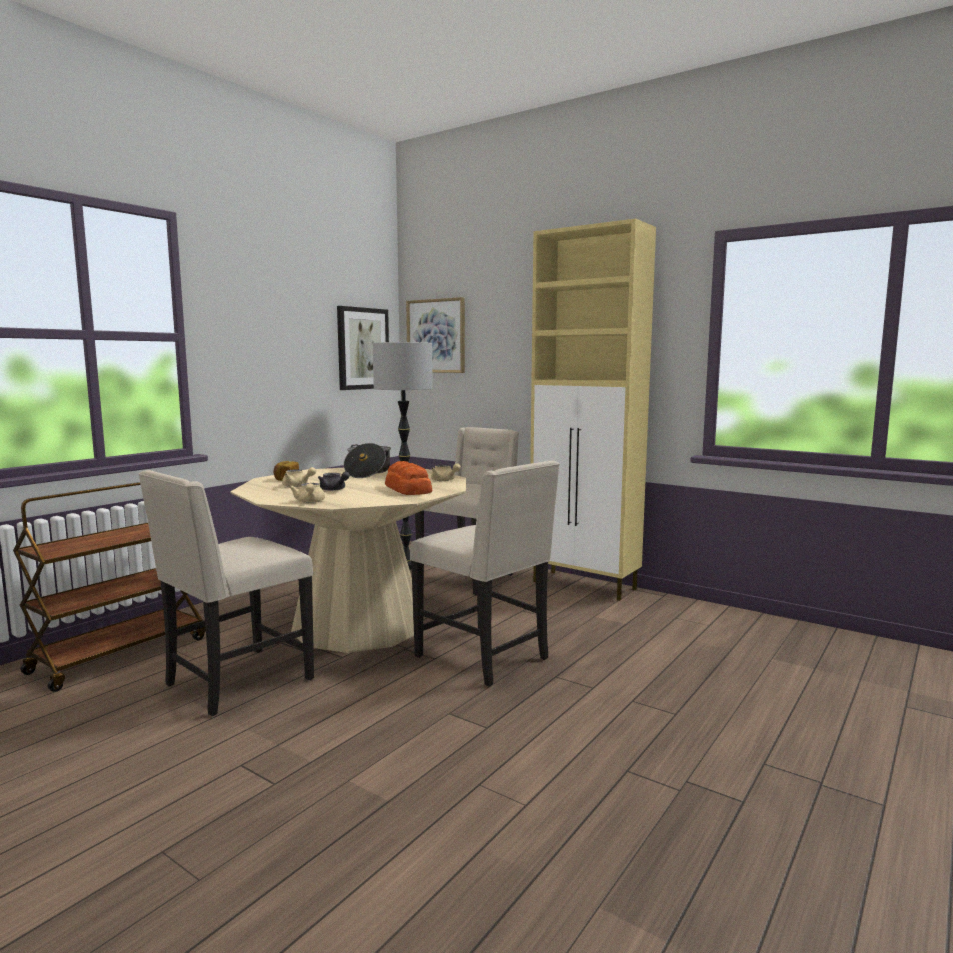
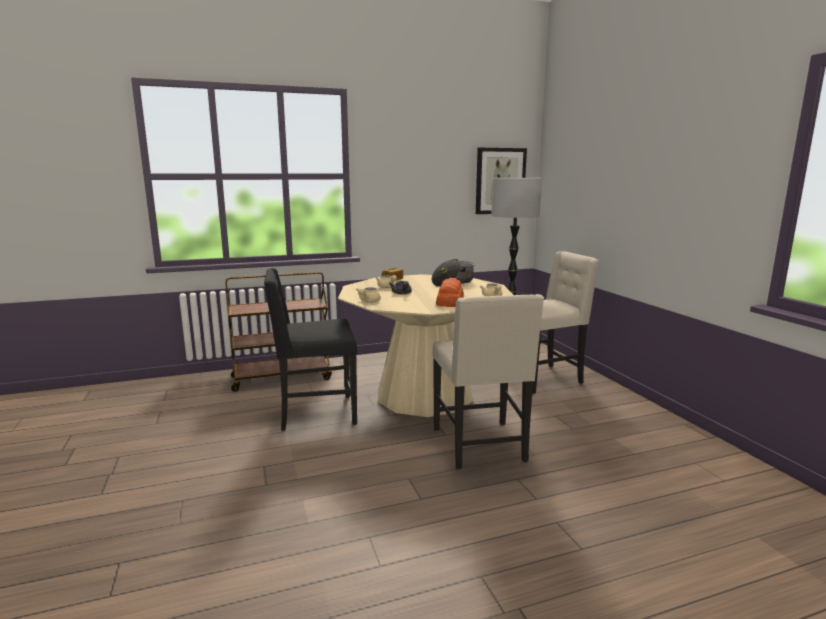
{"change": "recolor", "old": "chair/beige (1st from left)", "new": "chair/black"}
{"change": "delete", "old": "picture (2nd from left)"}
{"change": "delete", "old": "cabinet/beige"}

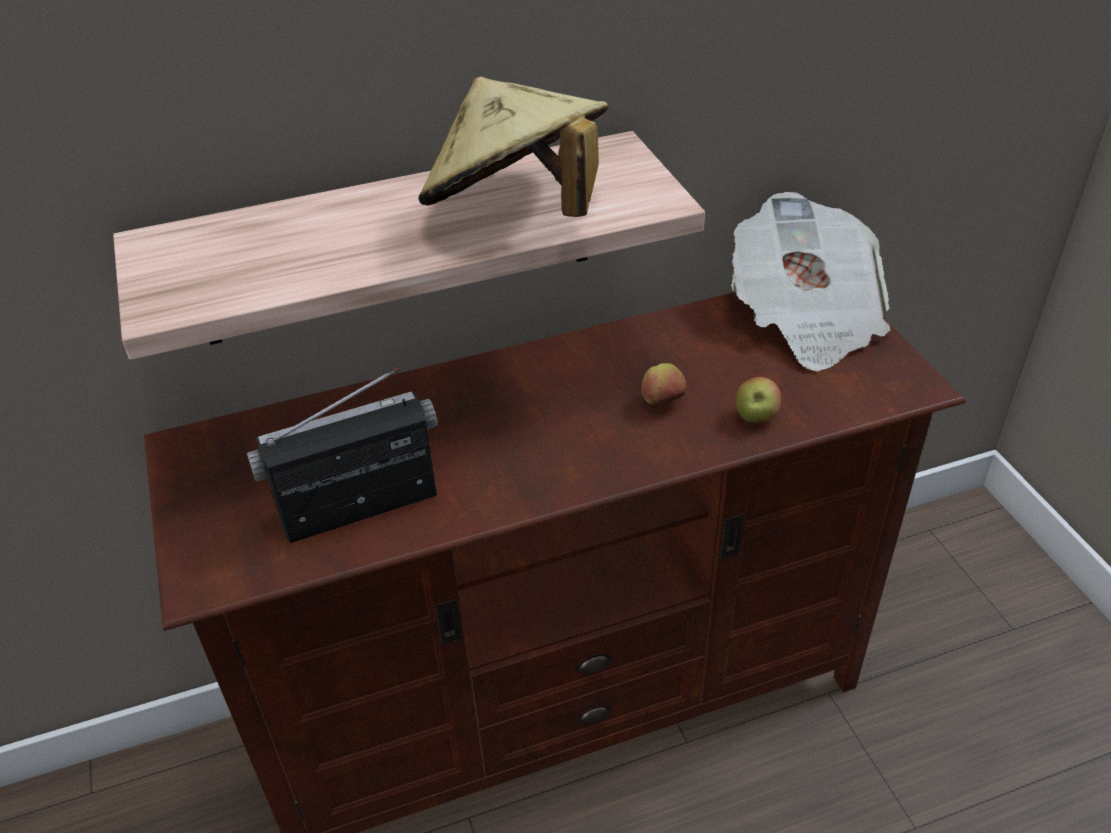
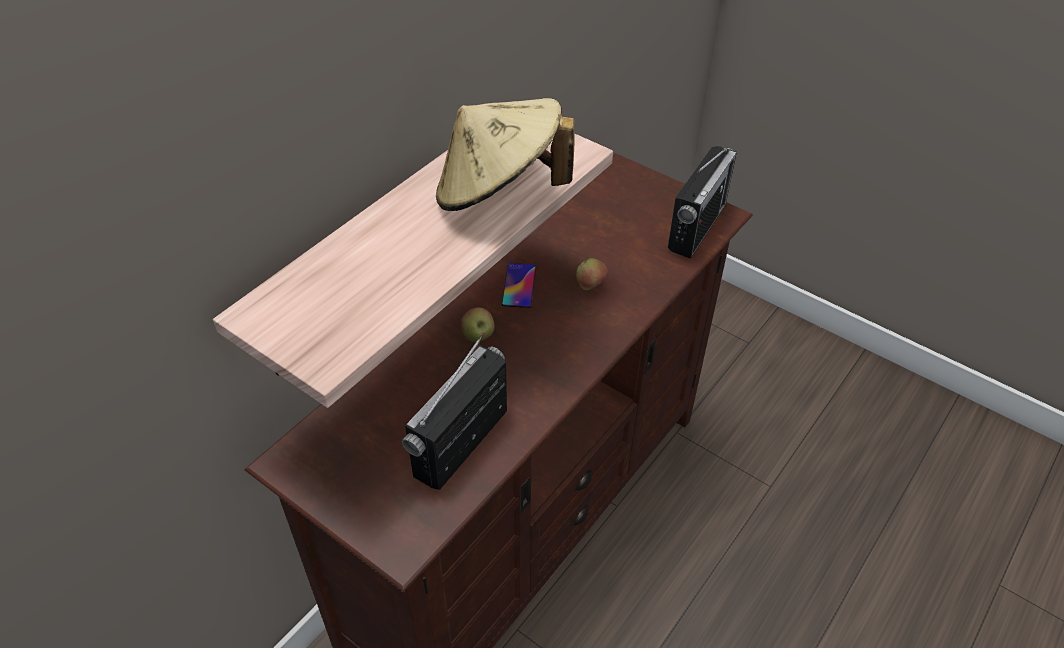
{"change": "delete", "old": "newspaper"}
{"change": "move", "old": "apple (2nd from left in the first image)", "new": "apple (1st from left)"}
{"change": "insert", "new": "phone"}
{"change": "insert", "new": "radio (2nd from left)"}

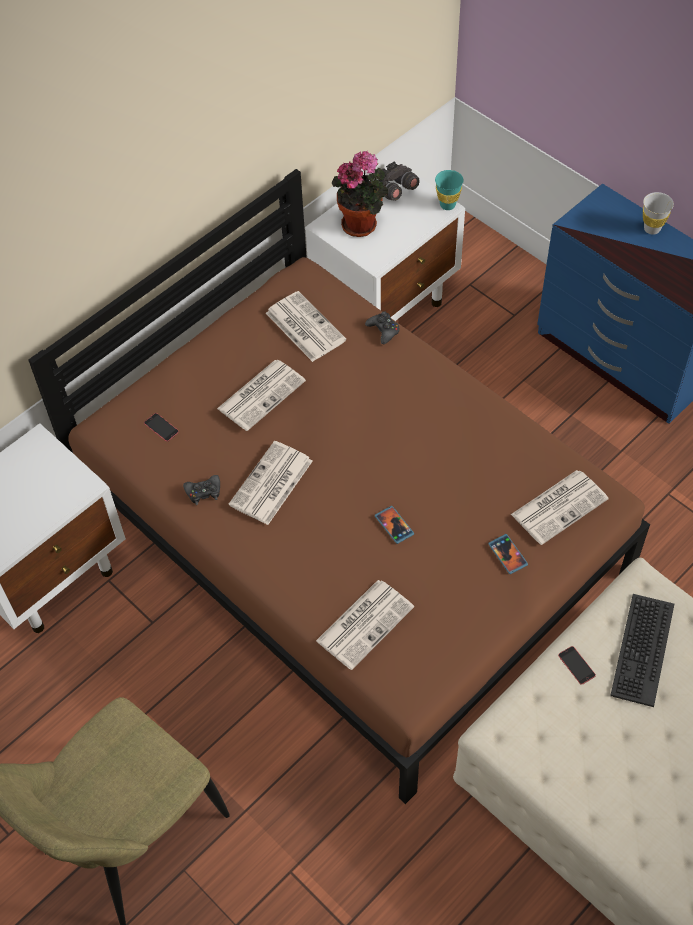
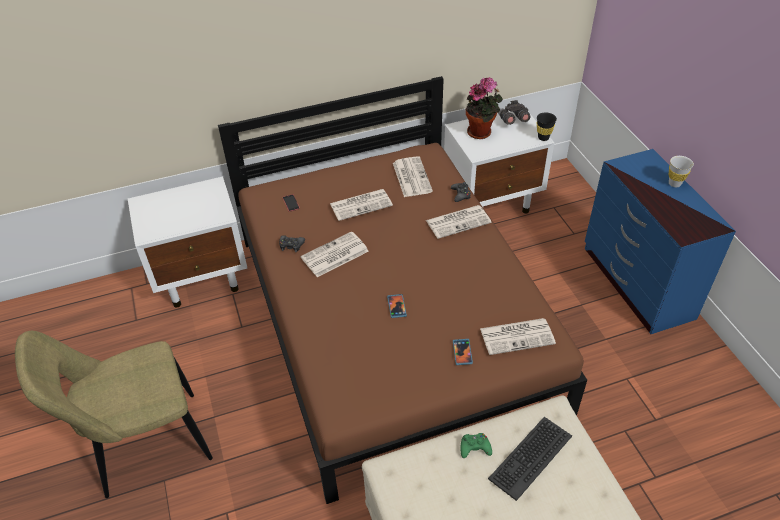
{"change": "move", "old": "newspaper (4th from left)"}
{"change": "recolor", "old": "cup/turquoise", "new": "cup/black"}
{"change": "replace", "old": "phone (4th from left)", "new": "game controller/green"}

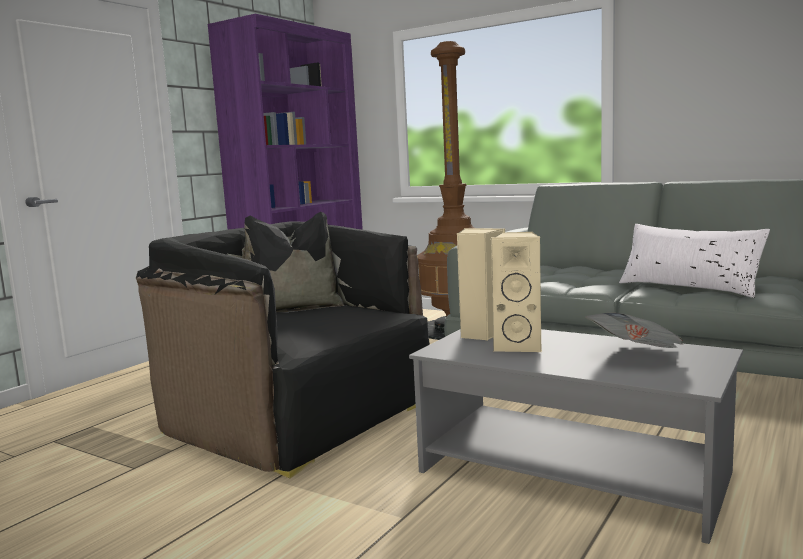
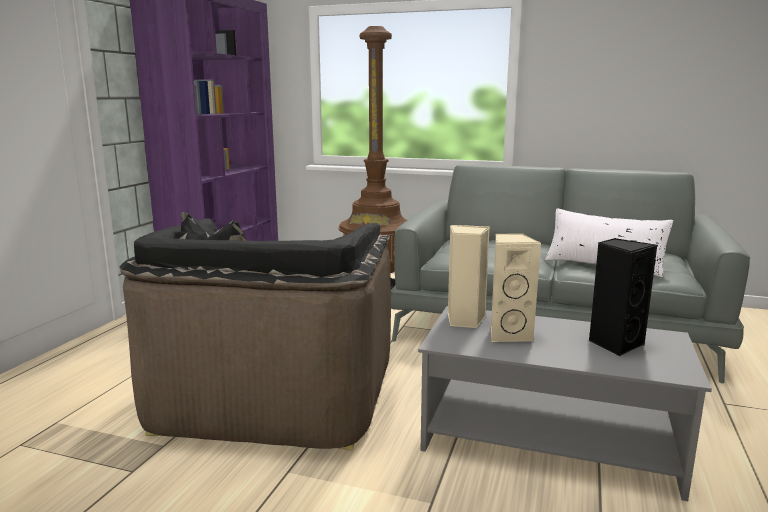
{"change": "rotate", "old": "armchair/black", "degrees": -105}
{"change": "replace", "old": "newspaper", "new": "speaker/black"}

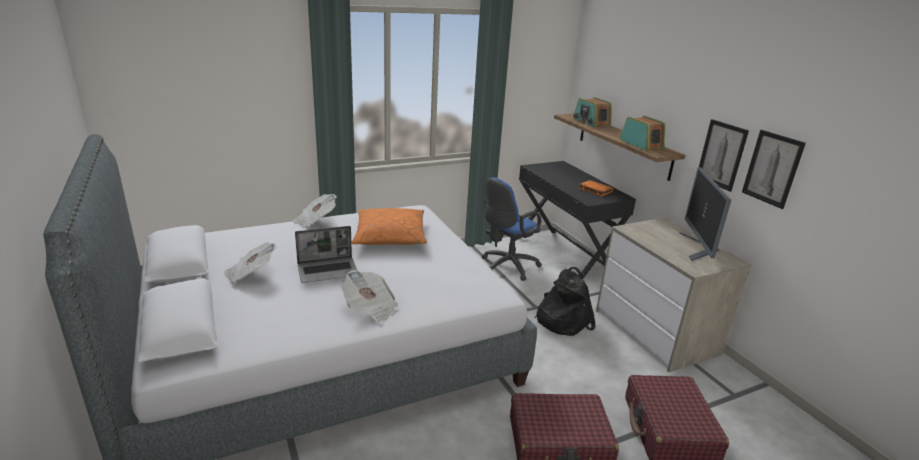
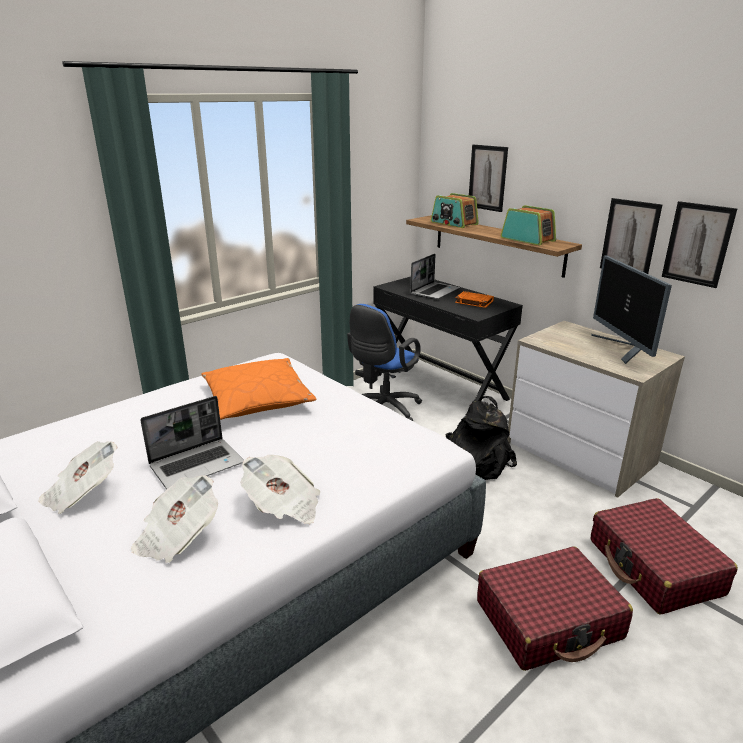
{"change": "move", "old": "newspaper (2nd from left)"}
{"change": "insert", "new": "laptop (2nd from left)"}
{"change": "insert", "new": "picture (1st from left)"}

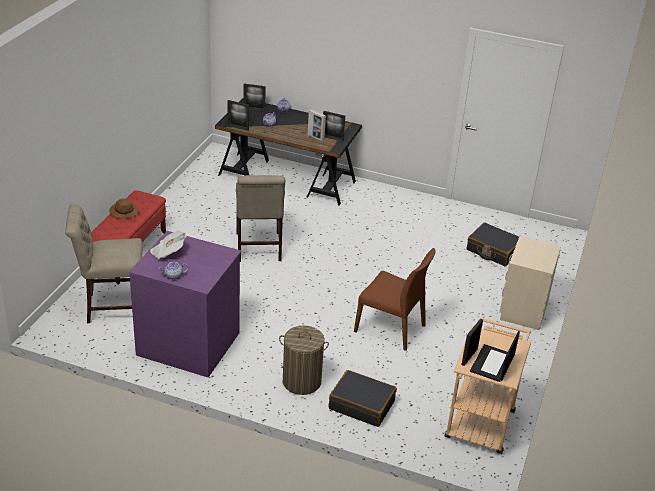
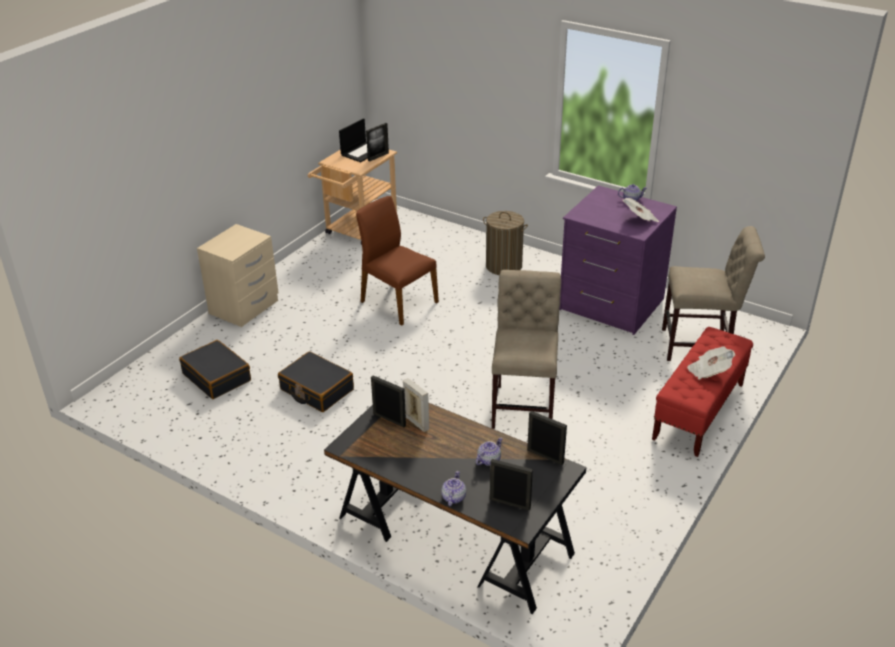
{"change": "replace", "old": "hat/brown", "new": "newspaper (2nd from left)"}
{"change": "move", "old": "suitcase/black (1st from left in the first image)", "new": "suitcase/black (2nd from left)"}

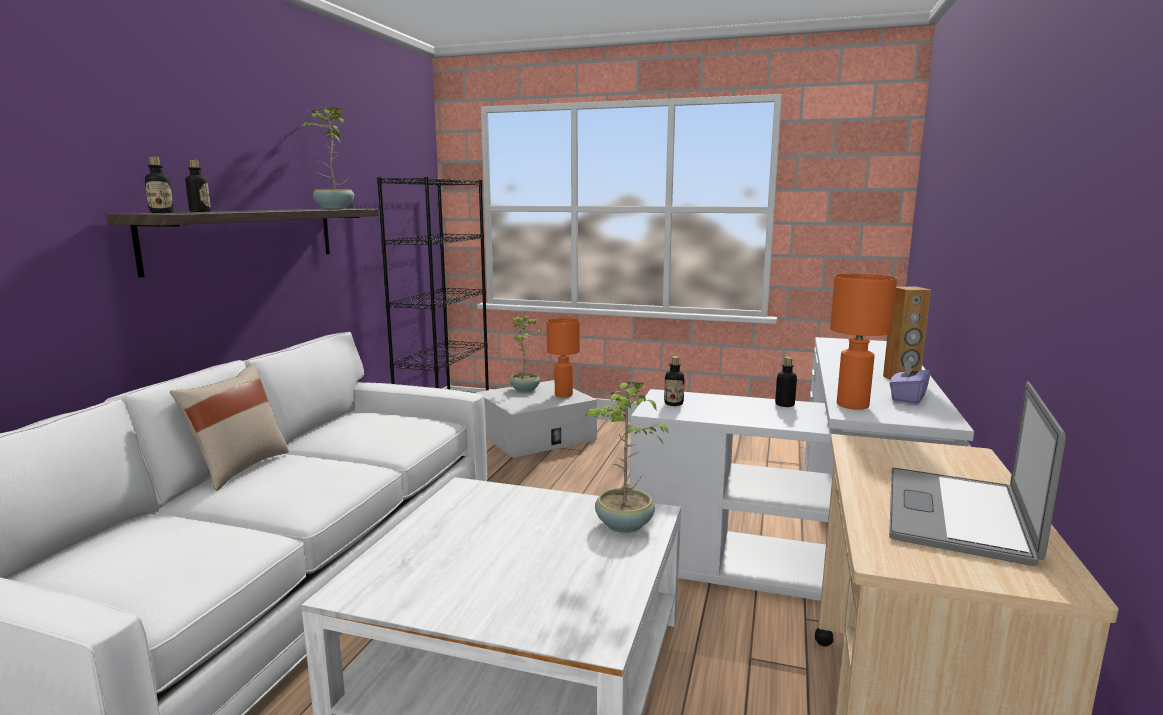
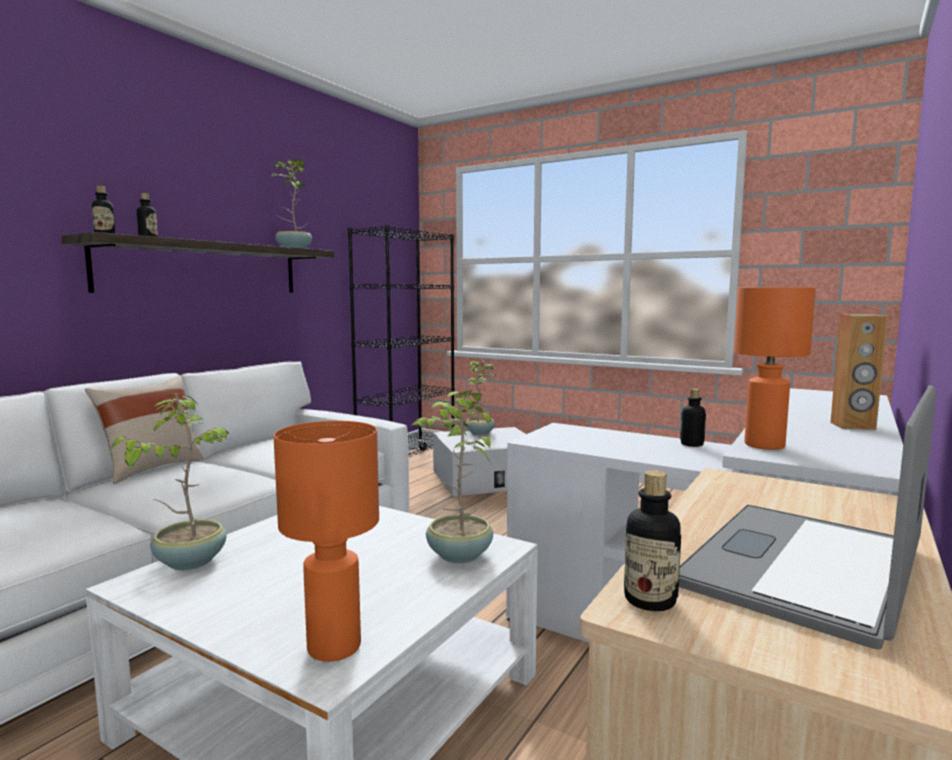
{"change": "move", "old": "table lamp/orange (1st from left)"}
{"change": "move", "old": "bottle (3rd from left)"}
{"change": "delete", "old": "tissue box/purple"}
{"change": "insert", "new": "potted plant (1st from left)"}

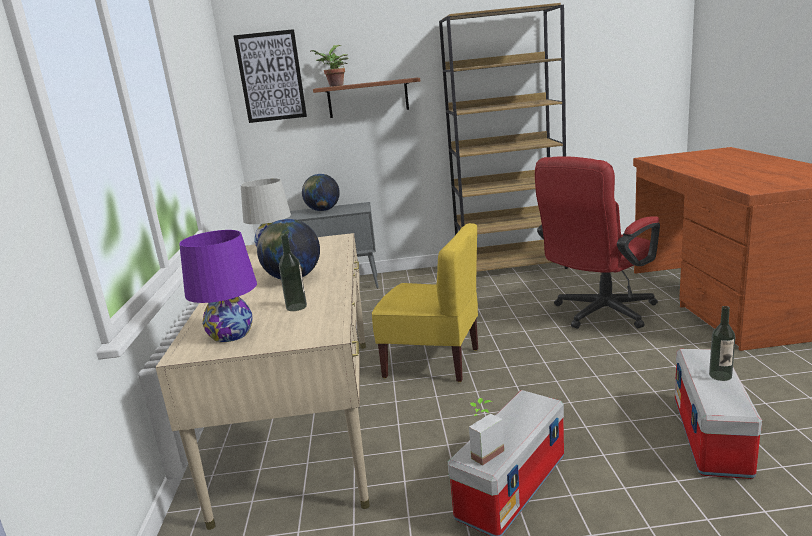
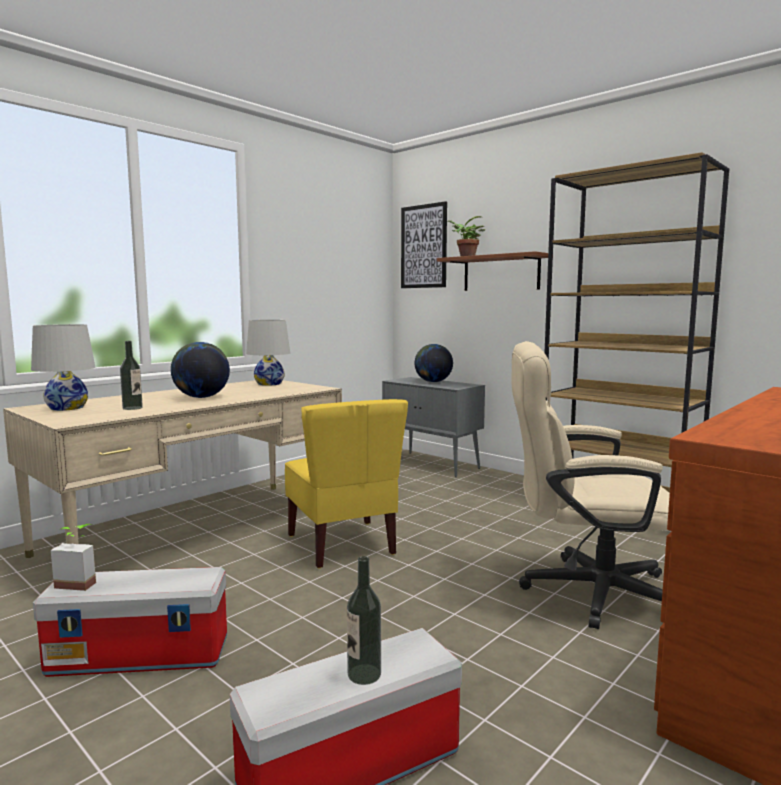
{"change": "recolor", "old": "table lamp/purple", "new": "table lamp/white (1st from left)"}
{"change": "recolor", "old": "office chair/red", "new": "office chair/beige"}

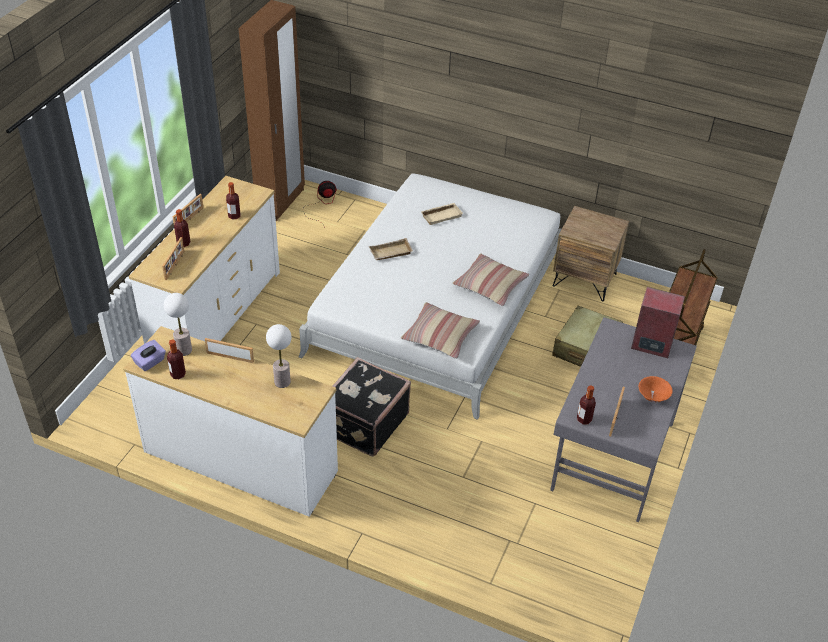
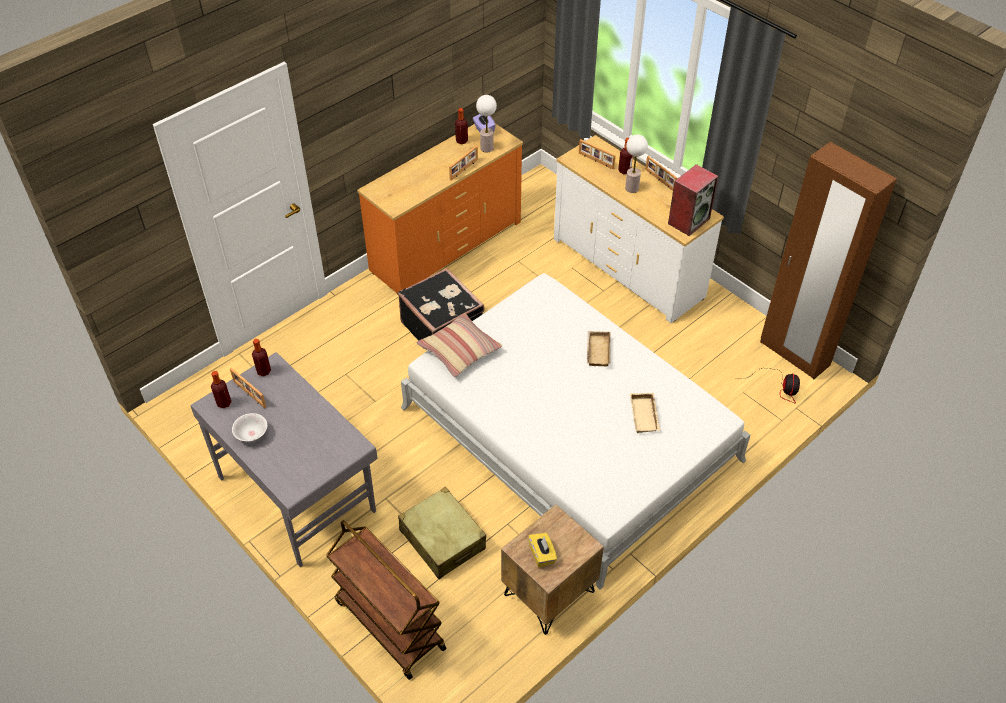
{"change": "recolor", "old": "dresser/white (2nd from left)", "new": "dresser/orange"}
{"change": "move", "old": "bottle (3rd from left in the first image)", "new": "bottle (1st from left)"}
{"change": "move", "old": "table lamp (2nd from left)"}
{"change": "delete", "old": "pillow (2nd from left)"}
{"change": "move", "old": "speaker"}
{"change": "recolor", "old": "bowl/orange", "new": "bowl/white"}
{"change": "insert", "new": "tissue box/yellow"}

